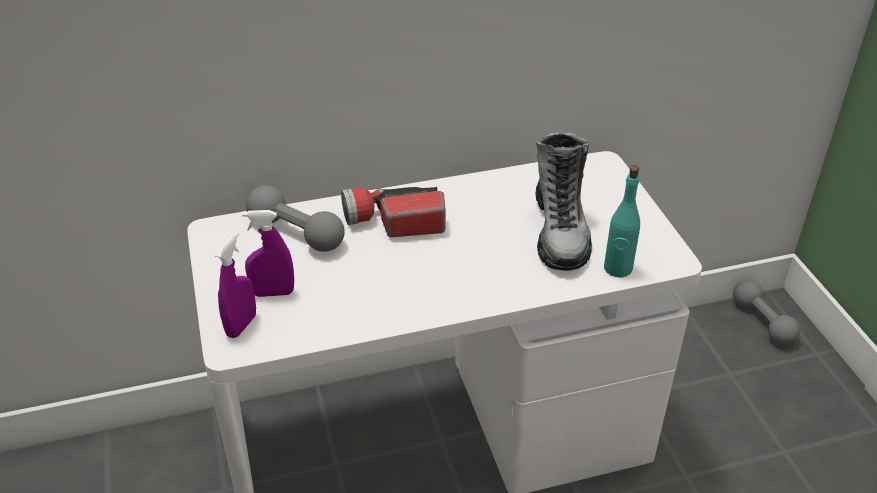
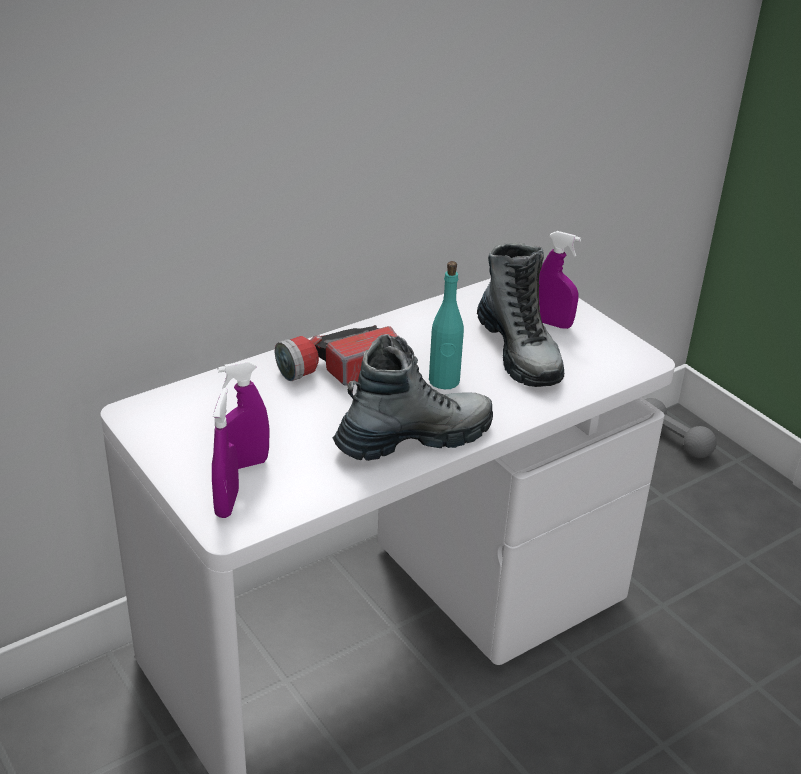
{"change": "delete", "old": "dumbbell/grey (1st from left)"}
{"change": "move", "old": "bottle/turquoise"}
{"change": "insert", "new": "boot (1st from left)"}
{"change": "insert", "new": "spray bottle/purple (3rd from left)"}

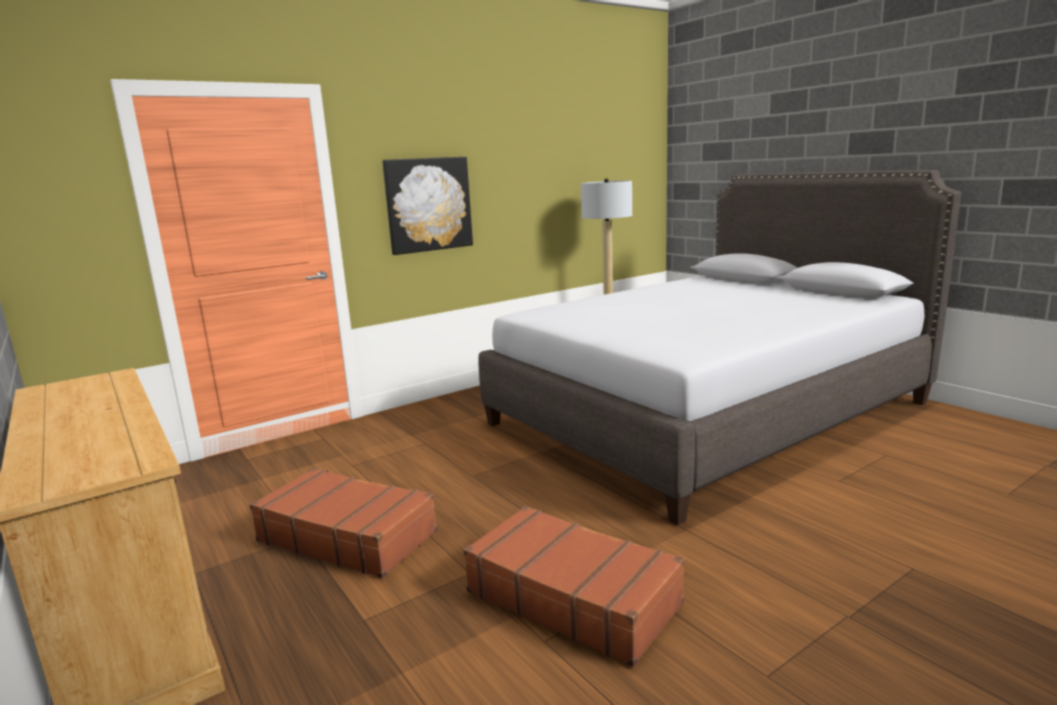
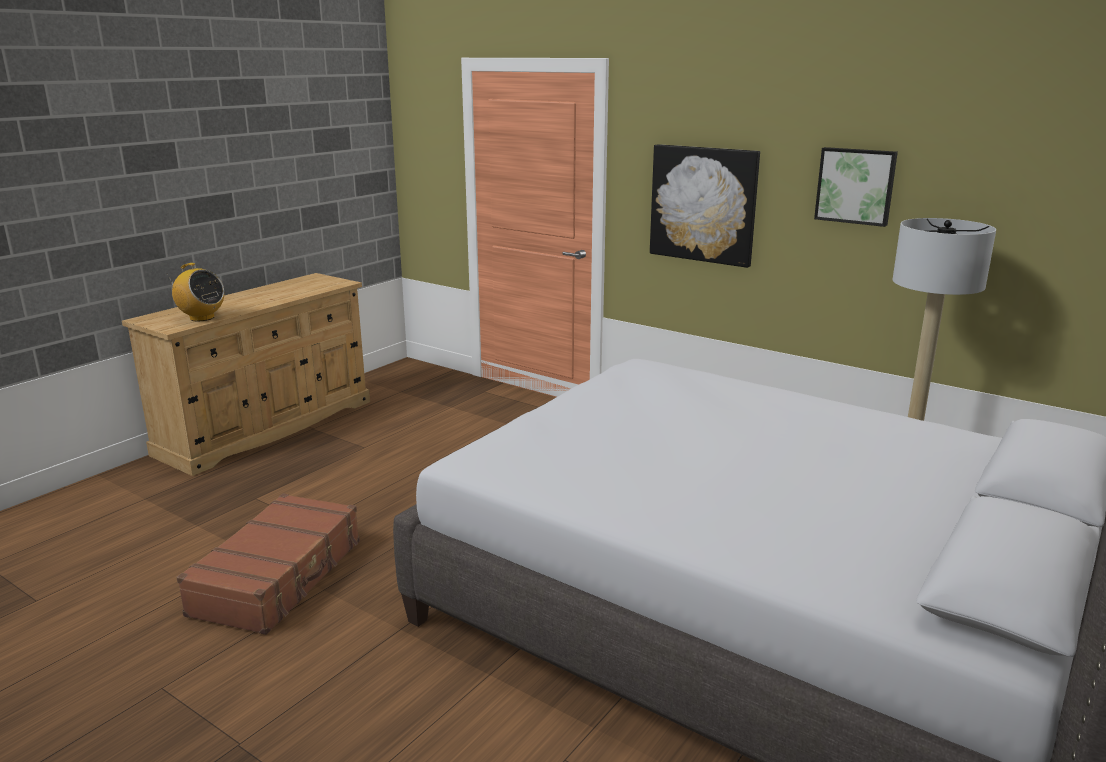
{"change": "delete", "old": "suitcase/brown (1st from left)"}
{"change": "insert", "new": "radio"}
{"change": "insert", "new": "picture (2nd from left)"}

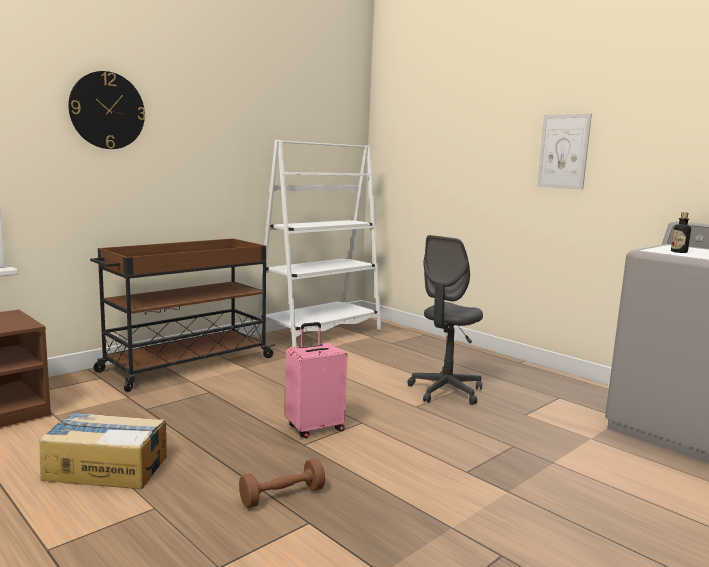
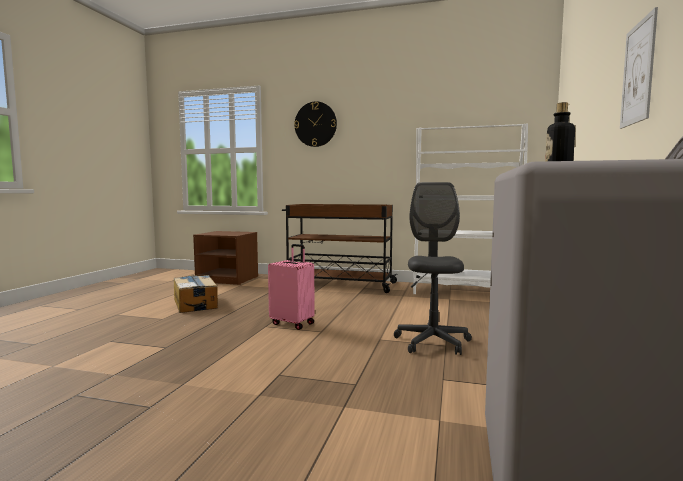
{"change": "delete", "old": "dumbbell/brown"}
{"change": "rotate", "old": "office chair/grey", "degrees": 90}

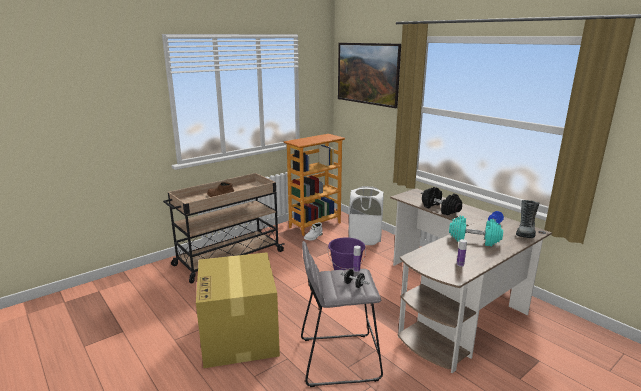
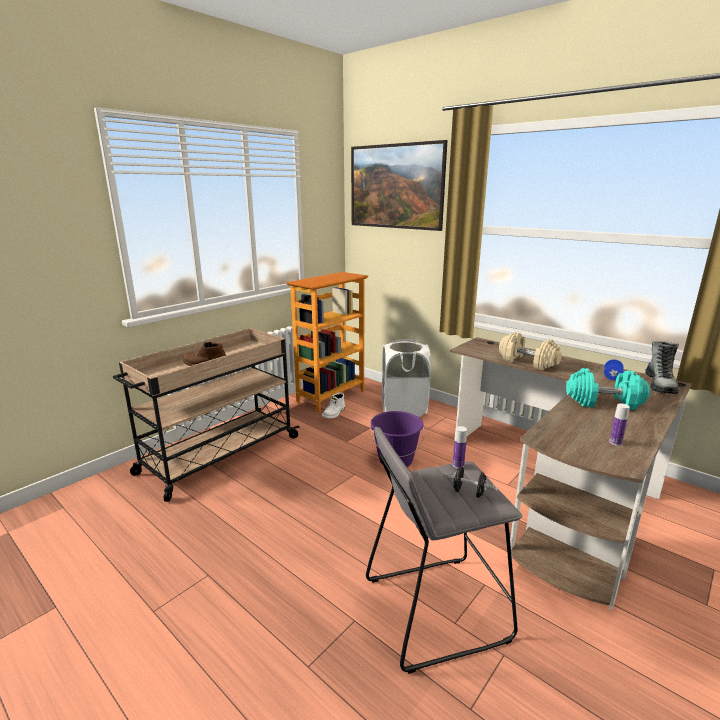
{"change": "delete", "old": "cardboard box"}
{"change": "recolor", "old": "dumbbell/black (2nd from left)", "new": "dumbbell/beige"}

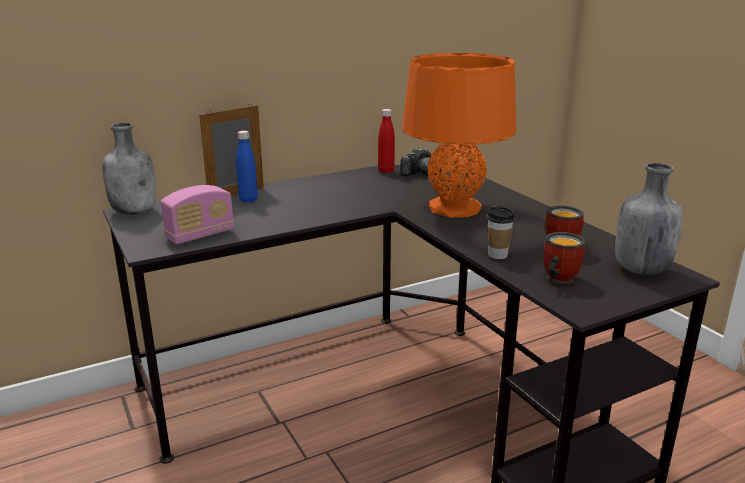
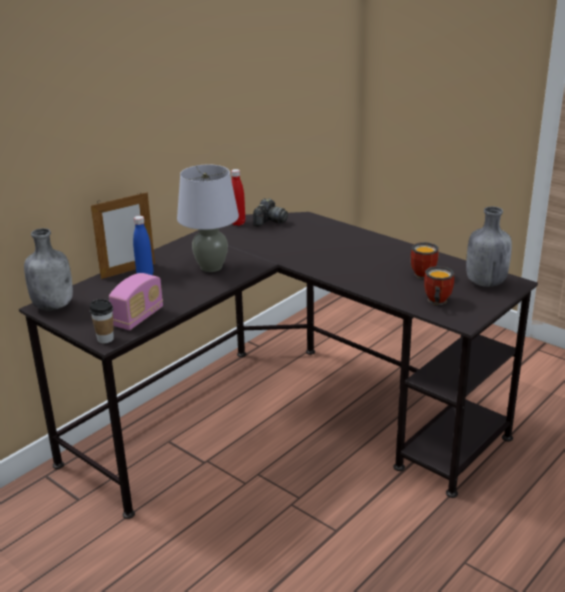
{"change": "rotate", "old": "picture frame", "degrees": -150}
{"change": "delete", "old": "table lamp/orange"}
{"change": "move", "old": "cup"}
{"change": "insert", "new": "table lamp/grey"}

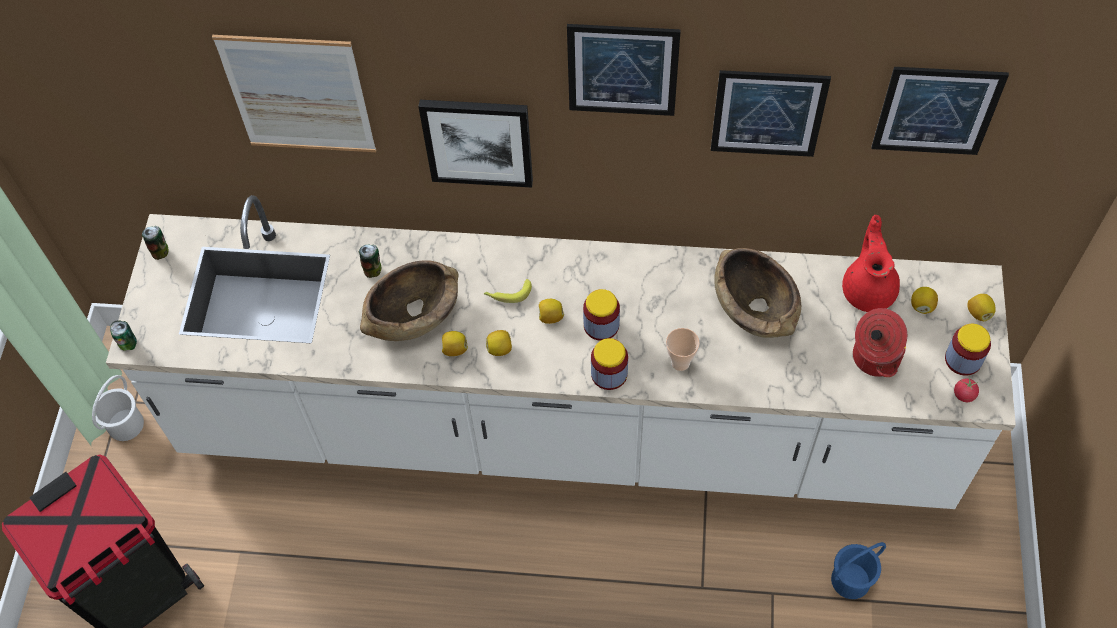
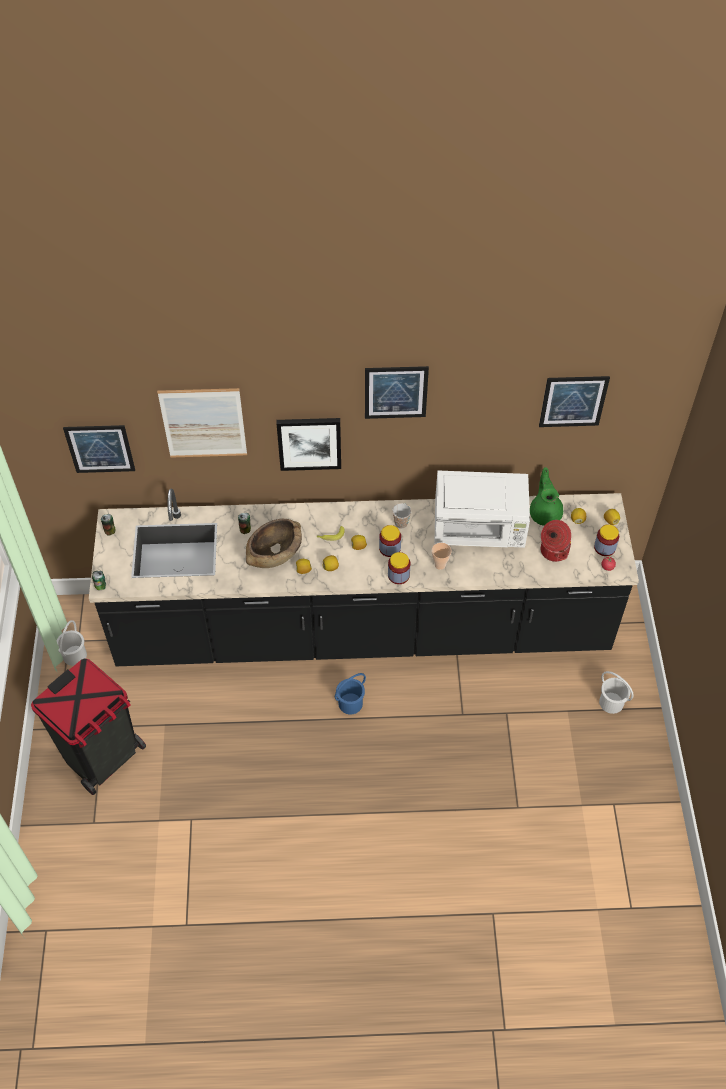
{"change": "recolor", "old": "counter/white", "new": "counter/black"}
{"change": "move", "old": "picture (4th from left in the first image)", "new": "picture (1st from left)"}
{"change": "replace", "old": "bowl/brown (2nd from left)", "new": "microwave/white"}
{"change": "move", "old": "bucket/blue"}
{"change": "recolor", "old": "teapot/red", "new": "teapot/green"}
{"change": "insert", "new": "cup (1st from left)"}
{"change": "insert", "new": "bucket/white (2nd from left)"}

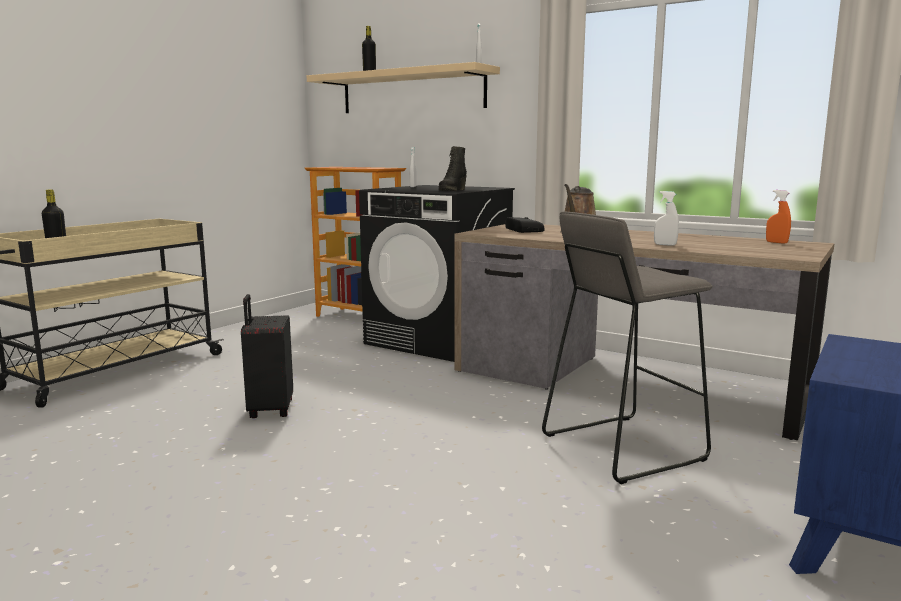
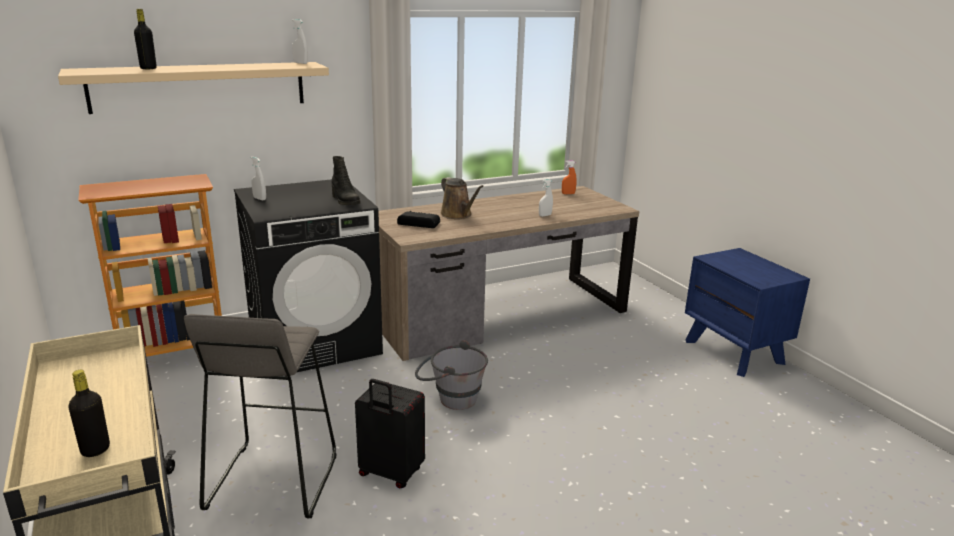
{"change": "move", "old": "stool/grey"}
{"change": "insert", "new": "bucket/grey"}

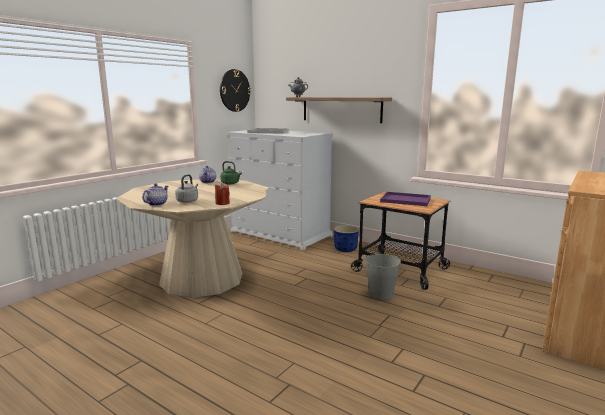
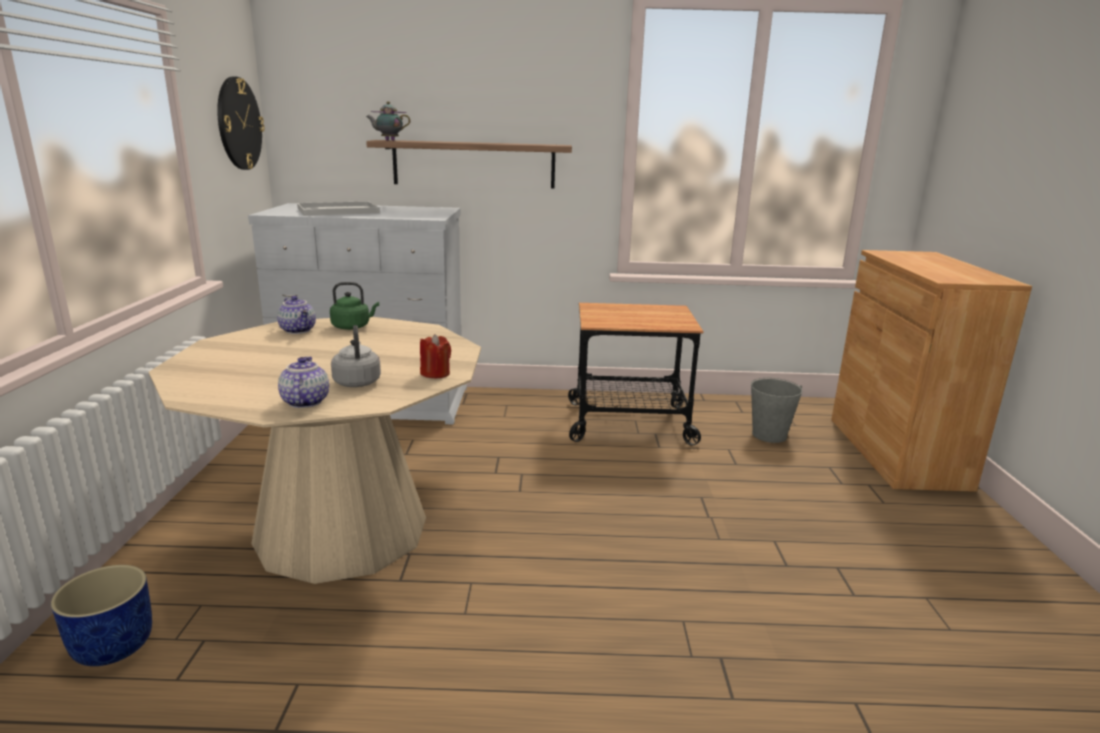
{"change": "move", "old": "planter/blue"}
{"change": "move", "old": "bucket/grey"}
{"change": "delete", "old": "tray/purple"}

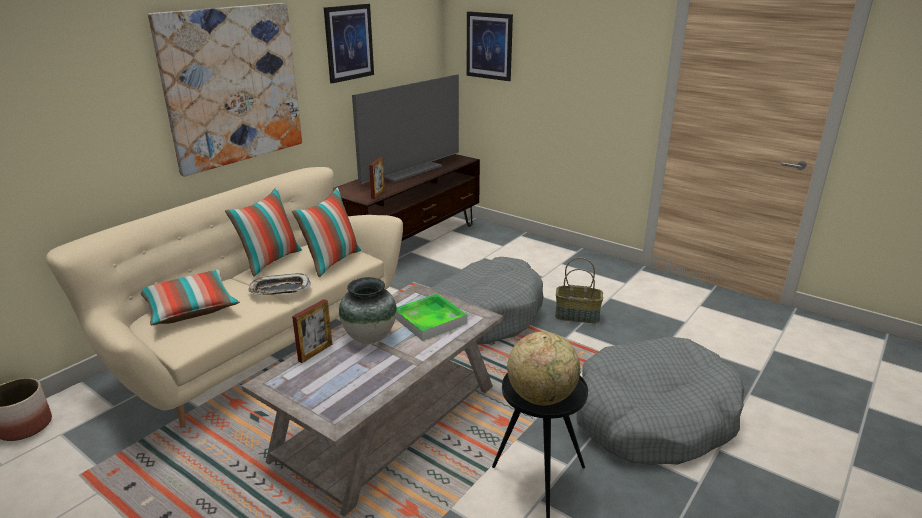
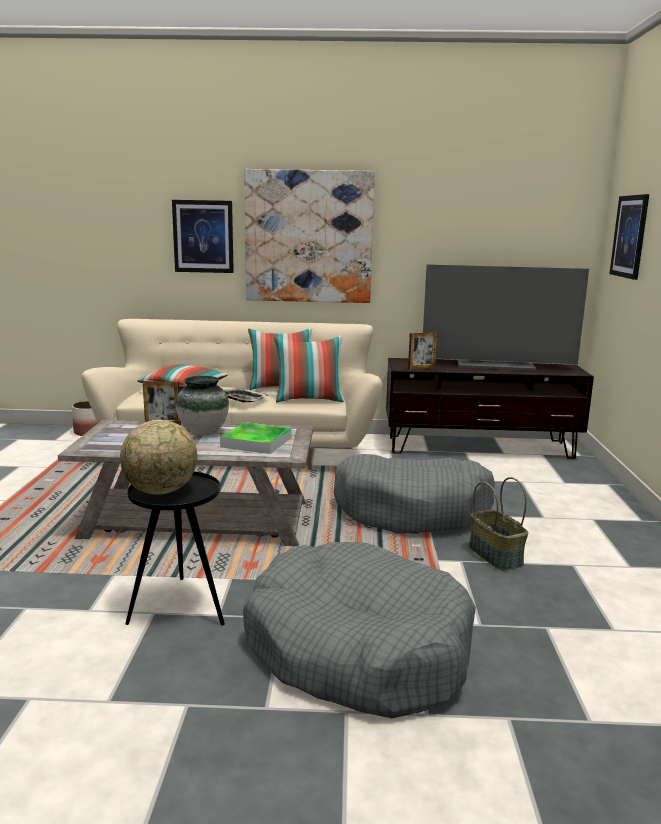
{"change": "move", "old": "picture (2nd from left in the first image)", "new": "picture (1st from left)"}

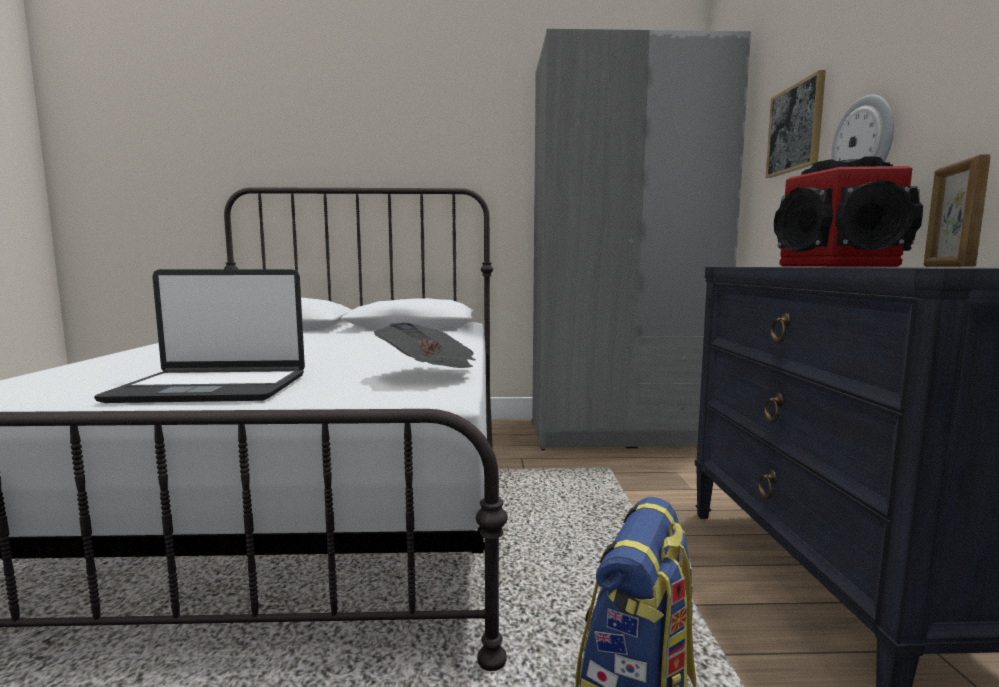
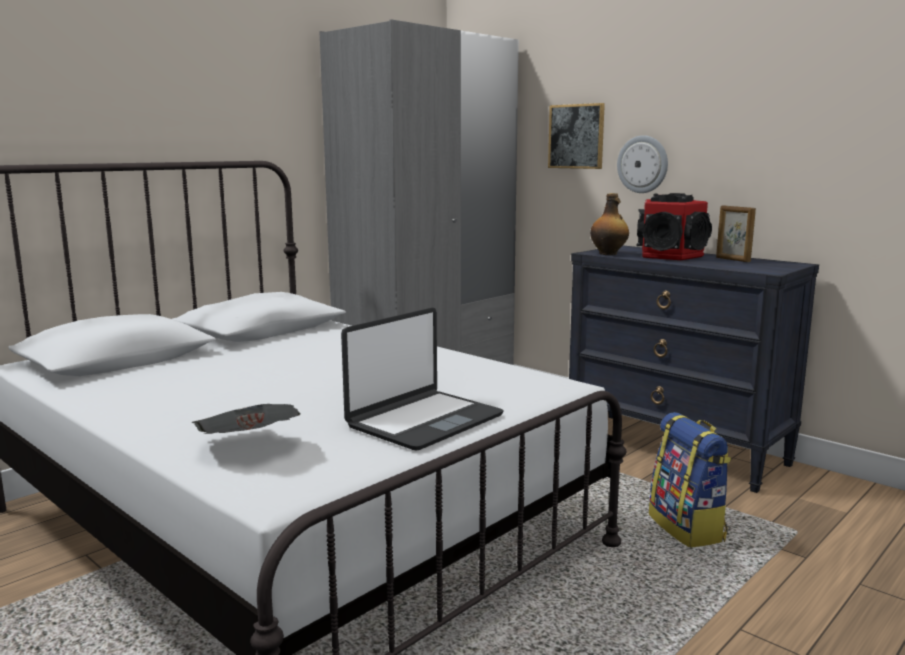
{"change": "move", "old": "newspaper"}
{"change": "insert", "new": "bottle"}

